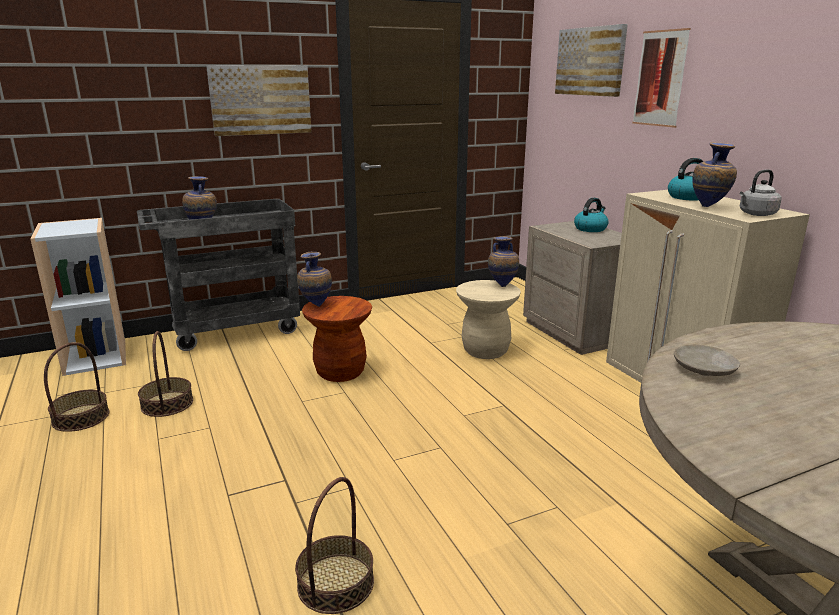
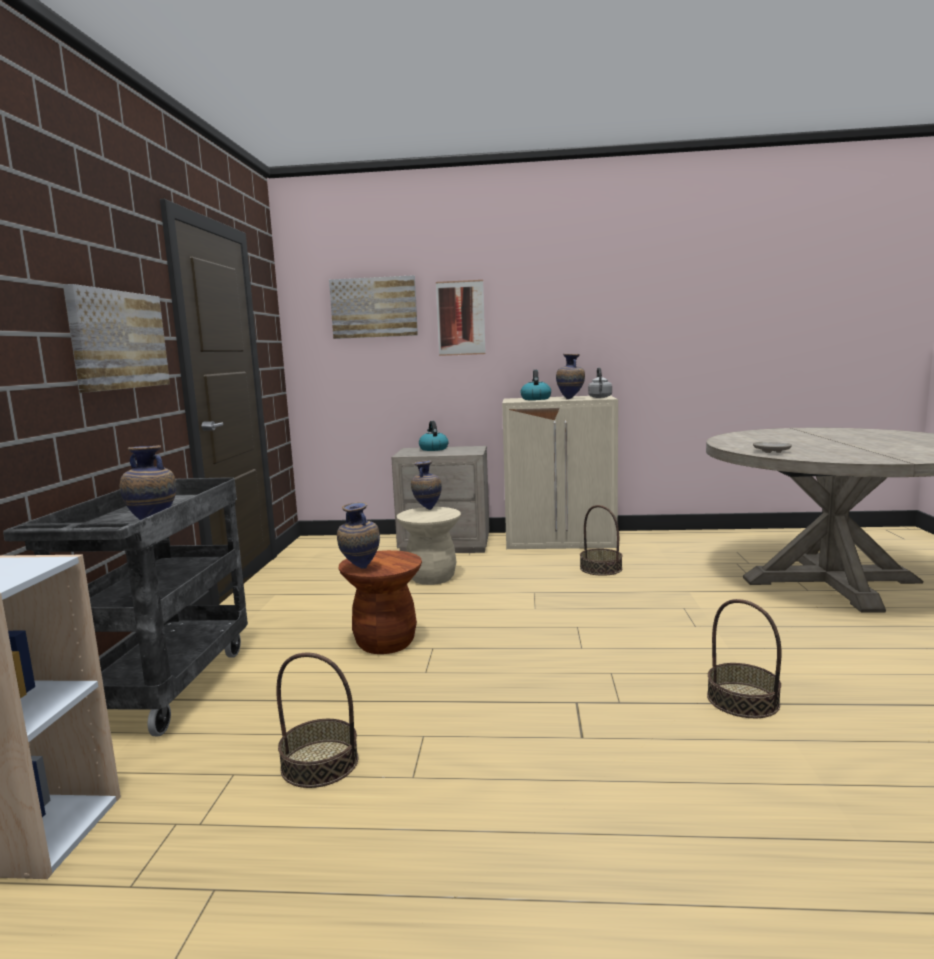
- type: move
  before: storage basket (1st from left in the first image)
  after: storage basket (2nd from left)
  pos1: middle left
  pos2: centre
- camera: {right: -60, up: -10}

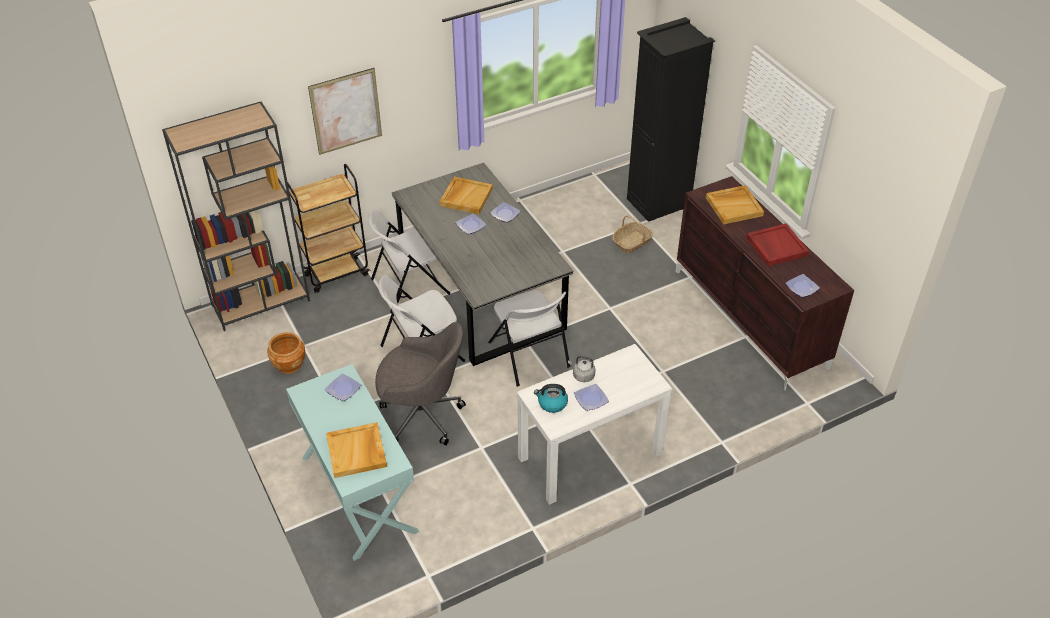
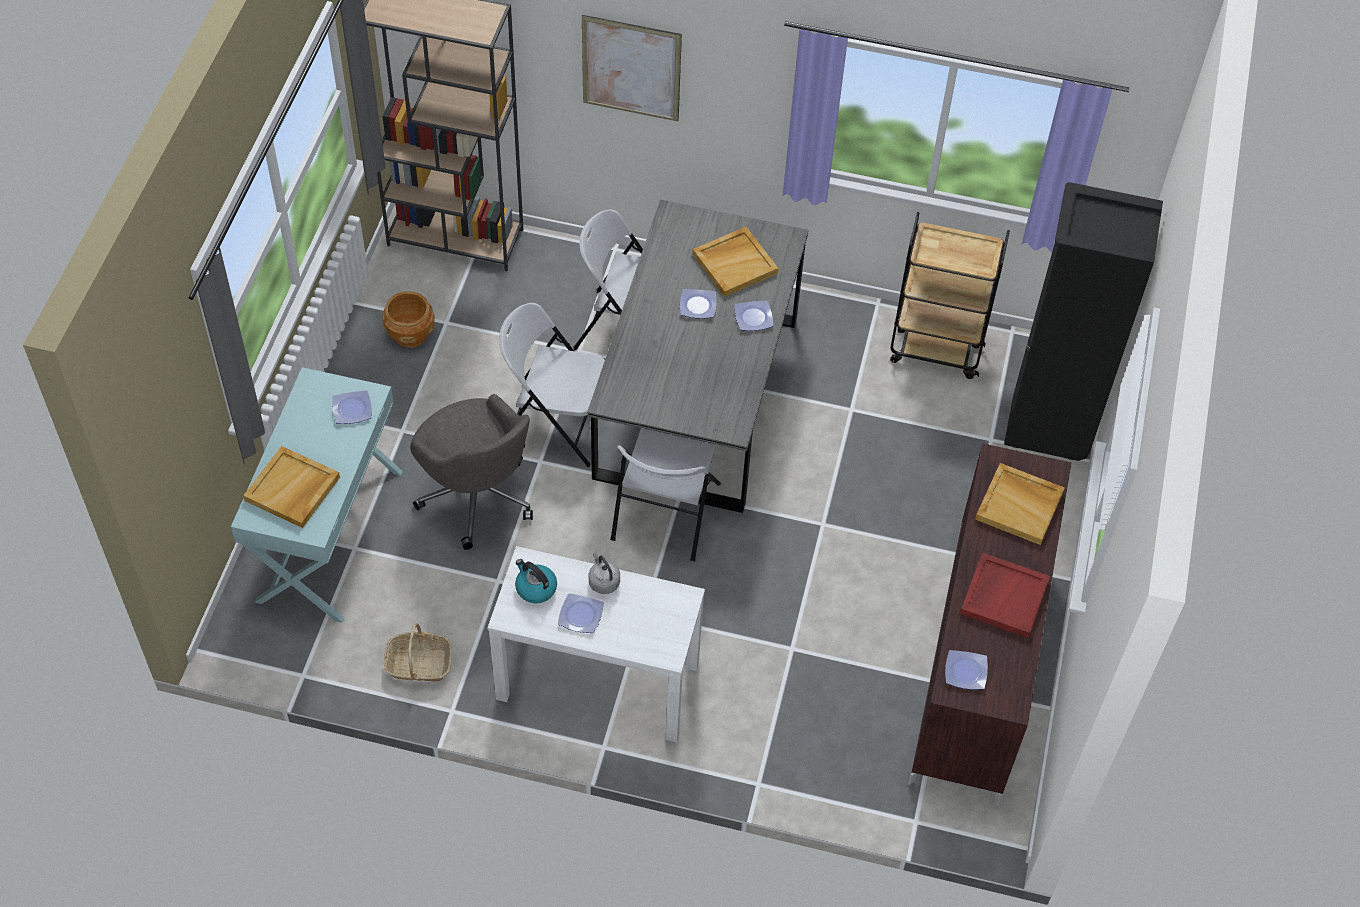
- type: move
  before: wheeled cart (brown-coloured)
  pos1: middle left
  pos2: top right
- type: move
  before: storage basket
  pos1: centre
  pos2: bottom left
- camera: {right: 40, up: 10}

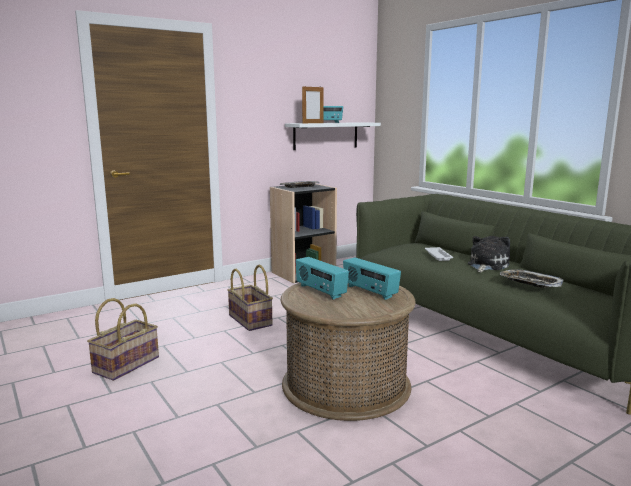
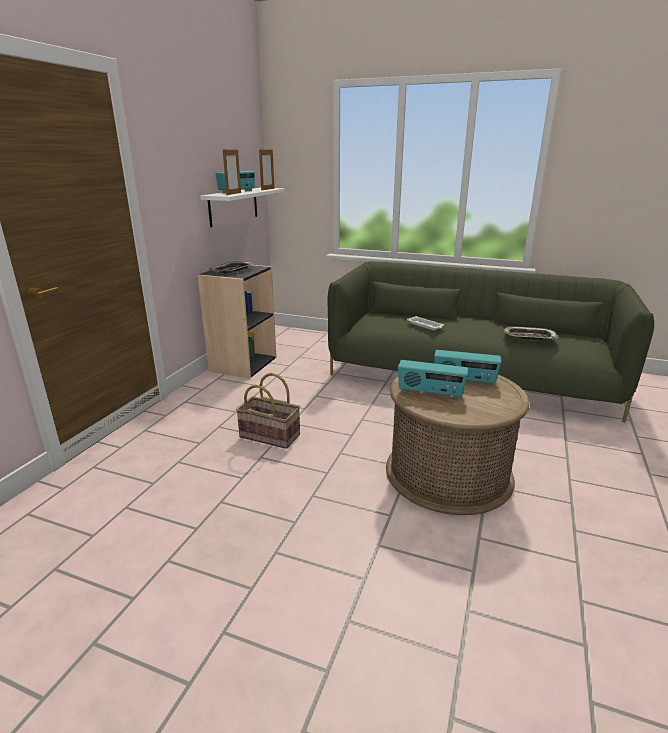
- type: delete
  before: plush toy
  pos1: middle right
- type: delete
  before: storage basket (1st from left)
  pos1: bottom left
- type: insert
  after: picture frame (2nd from left)
  pos2: top centre
- camera: {right: -35, up: 10}

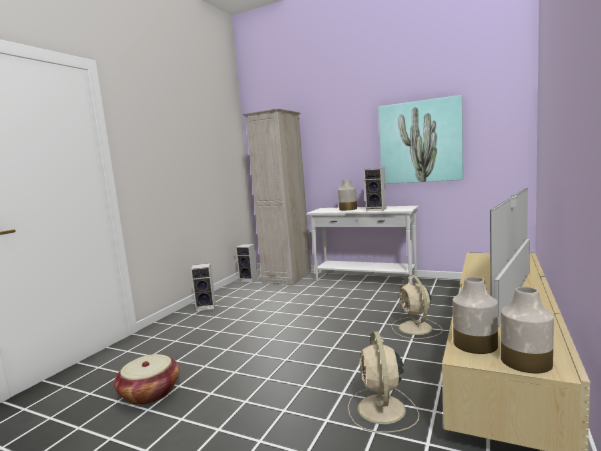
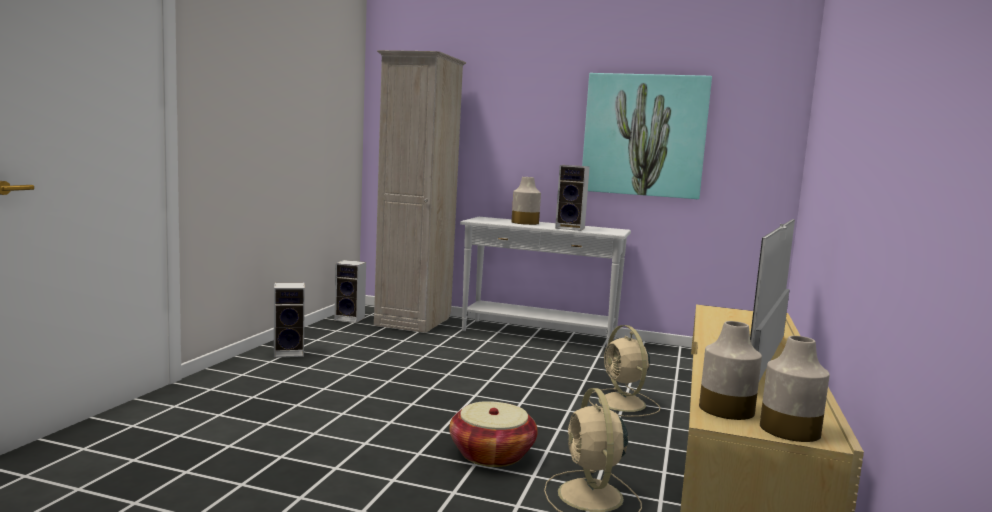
- type: move
  before: storage basket
  pos1: bottom left
  pos2: bottom centre
- camera: {right: -10, up: 0}

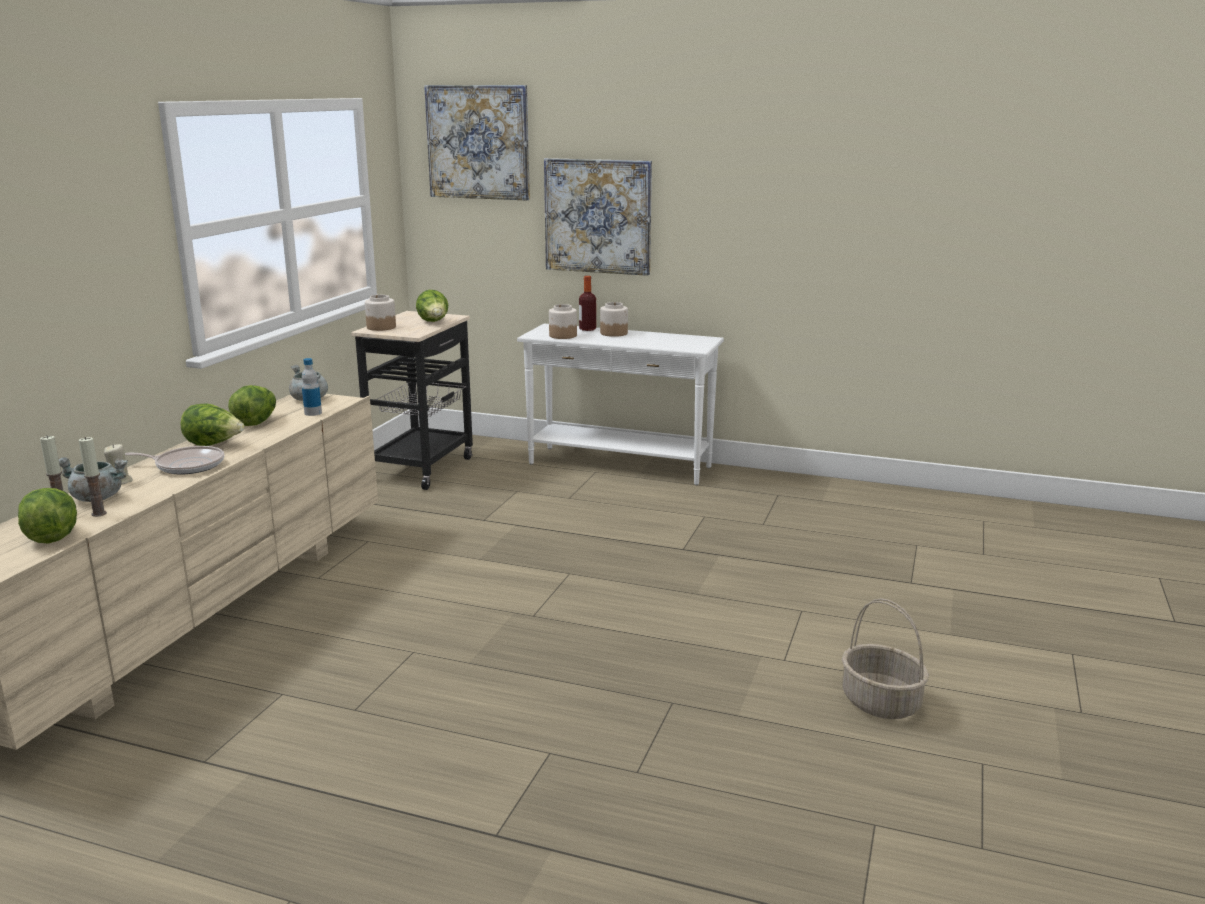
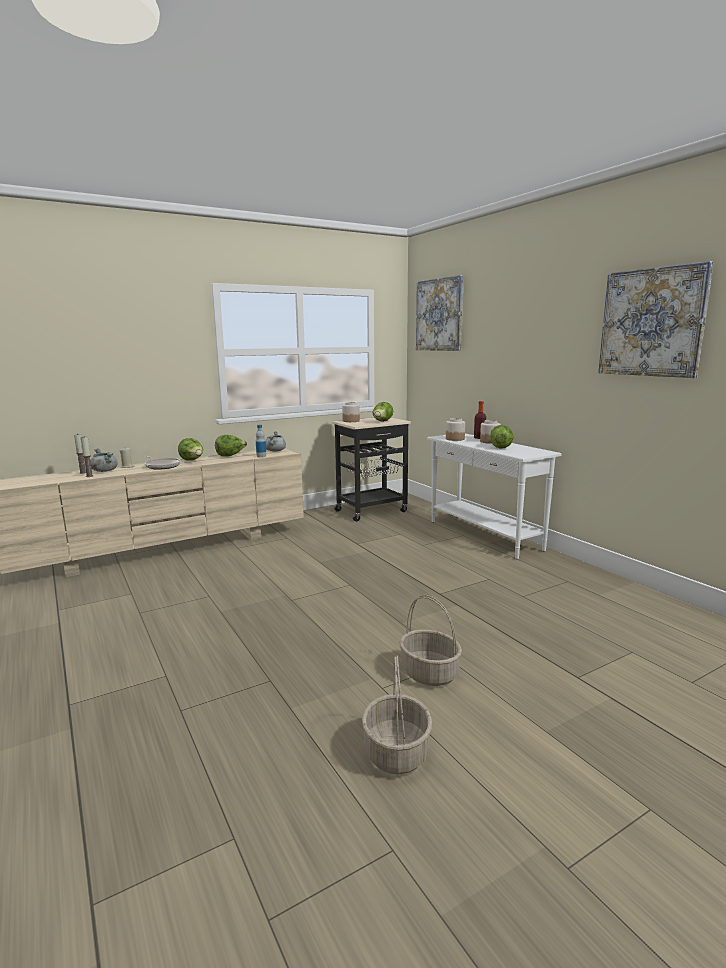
- type: move
  before: wall art (2nd from left)
  pos1: top centre
  pos2: top right
- type: move
  before: lettuce head (1st from left in the first image)
  after: lettuce head (4th from left)
  pos1: middle left
  pos2: middle right
- type: insert
  after: storage basket (2nd from left)
  pos2: centre
- camera: {right: 40, up: -5}

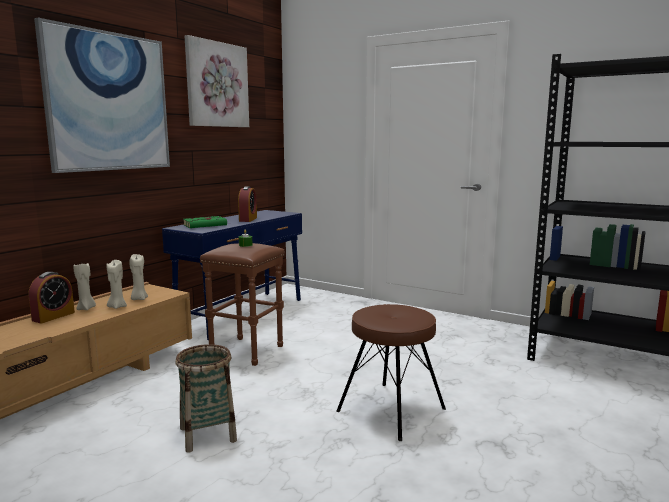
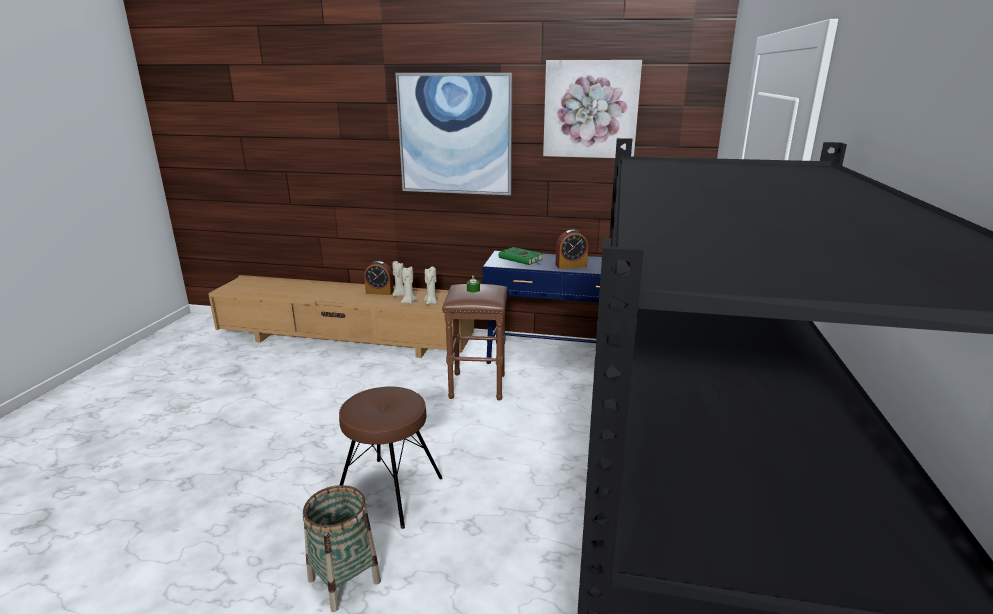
- type: move
  before: storage basket
  pos1: bottom left
  pos2: bottom centre
- camera: {right: 70, up: 10}

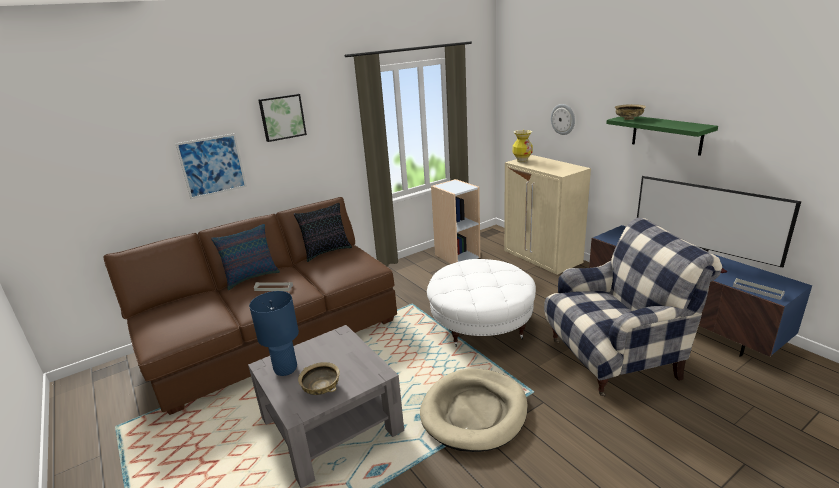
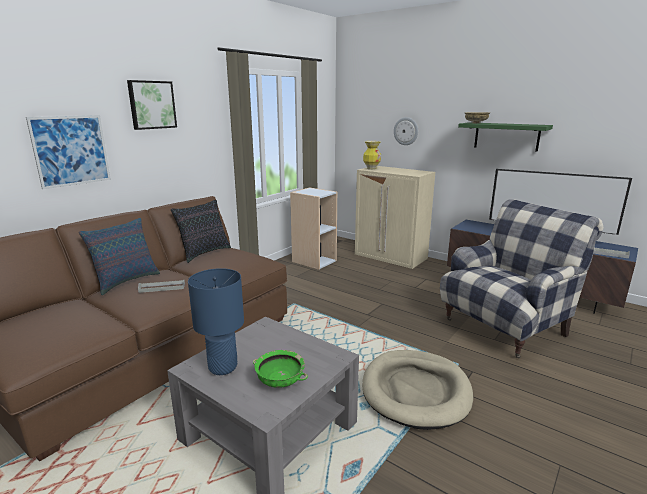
- type: delete
  before: ottoman (white)
  pos1: centre
- type: recolor
  before: deep dish (sand-coloured) (1st from left)
  after: deep dish (greenish)
  pos1: bottom centre
  pos2: bottom centre
- camera: {right: -20, up: -5}

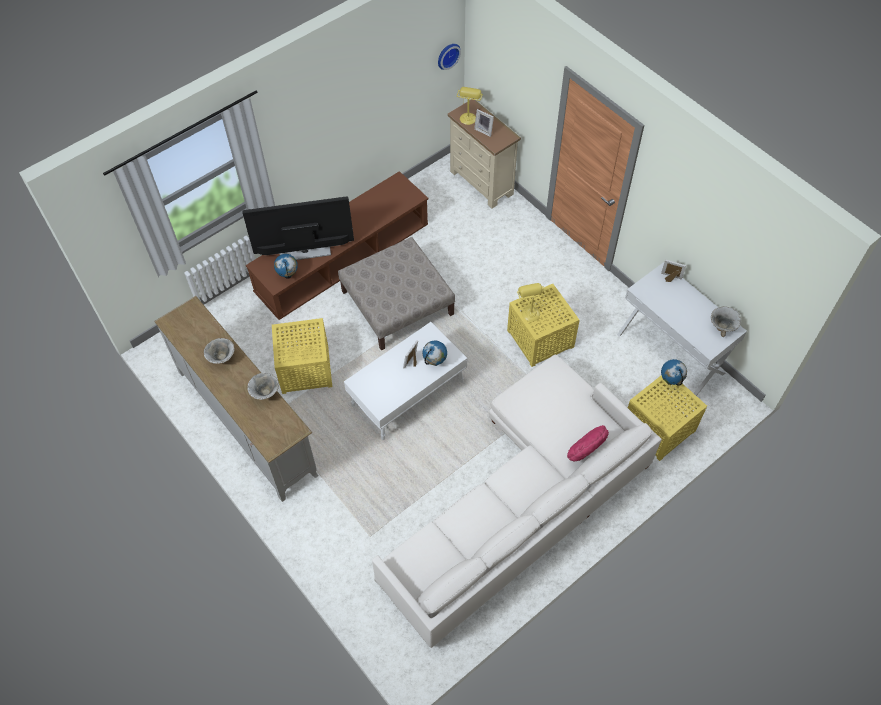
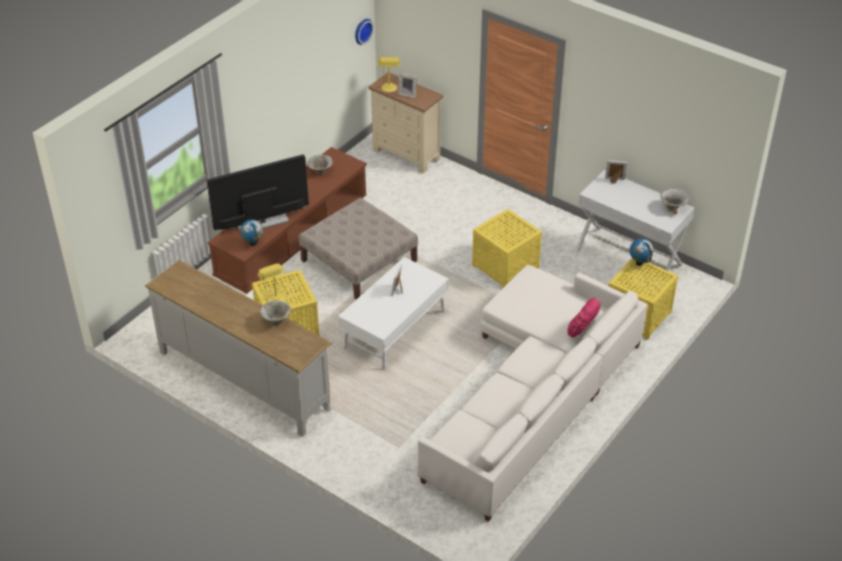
- type: move
  before: lamp for a table (yellow) (2nd from left in the first image)
  after: lamp for a table (yellow) (1st from left)
  pos1: centre
  pos2: middle left
- type: move
  before: deep dish (1st from left in the first image)
  after: deep dish (2nd from left)
  pos1: middle left
  pos2: top centre
- type: delete
  before: desk globe (2nd from left)
  pos1: centre
- camera: {right: -15, up: -15}

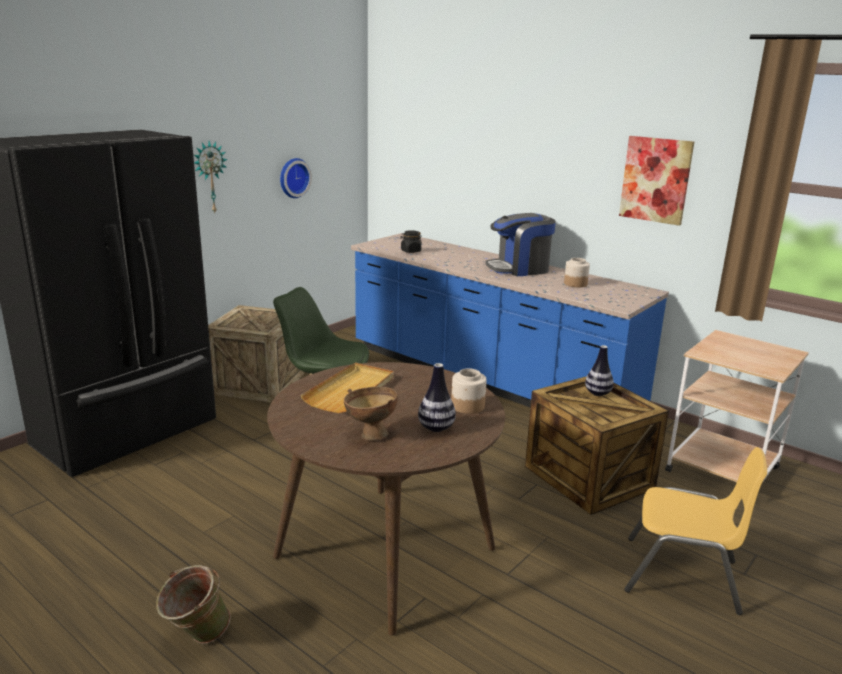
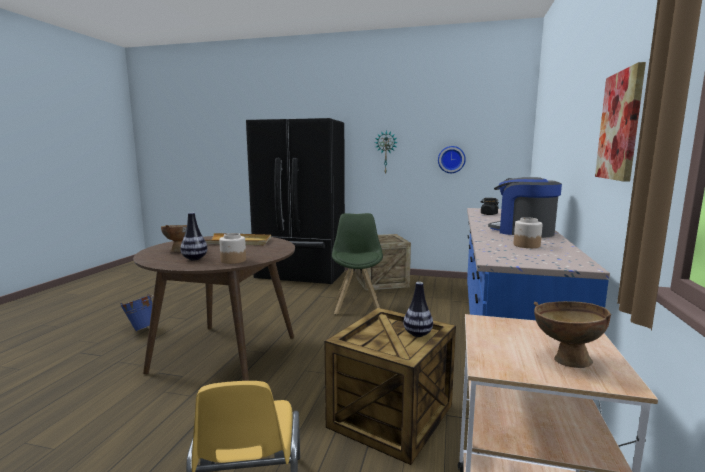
- type: recolor
  before: bucket (greenish)
  after: bucket (blue)
  pos1: bottom left
  pos2: middle left
- type: insert
  after: deep dish (brown-coloured) (2nd from left)
  pos2: bottom right
- camera: {right: 65, up: -10}

